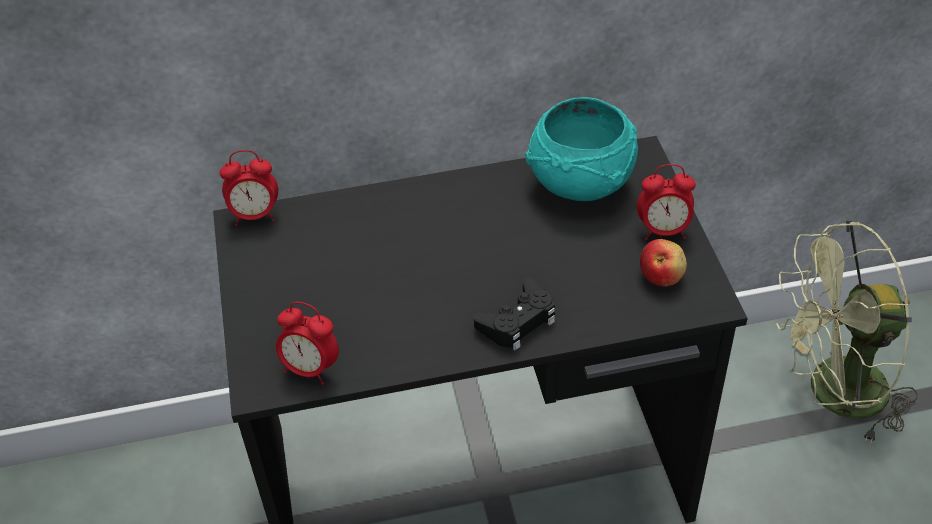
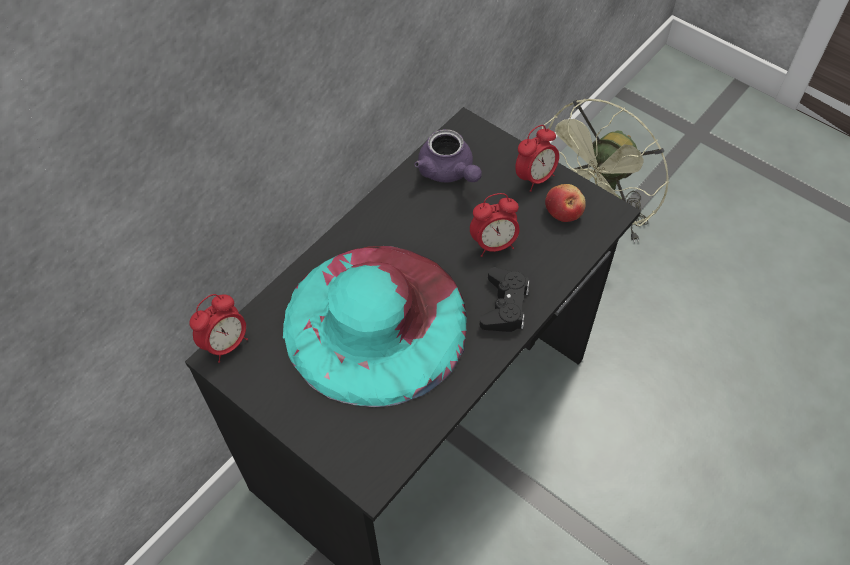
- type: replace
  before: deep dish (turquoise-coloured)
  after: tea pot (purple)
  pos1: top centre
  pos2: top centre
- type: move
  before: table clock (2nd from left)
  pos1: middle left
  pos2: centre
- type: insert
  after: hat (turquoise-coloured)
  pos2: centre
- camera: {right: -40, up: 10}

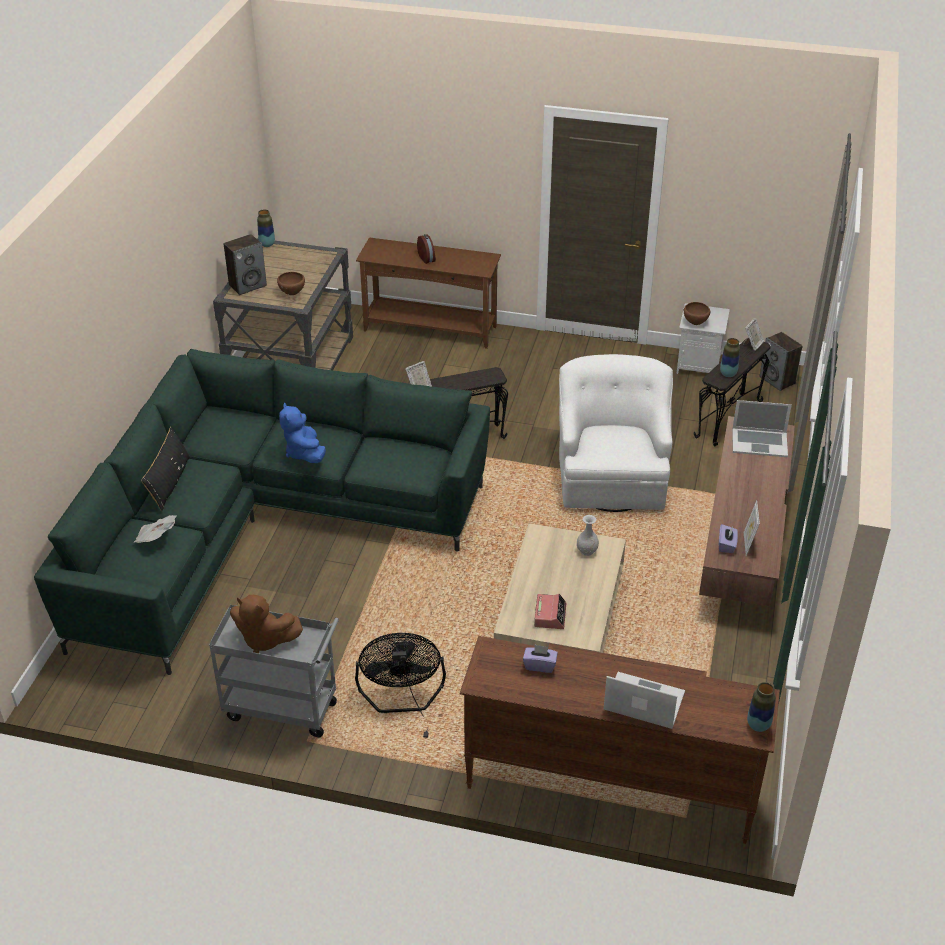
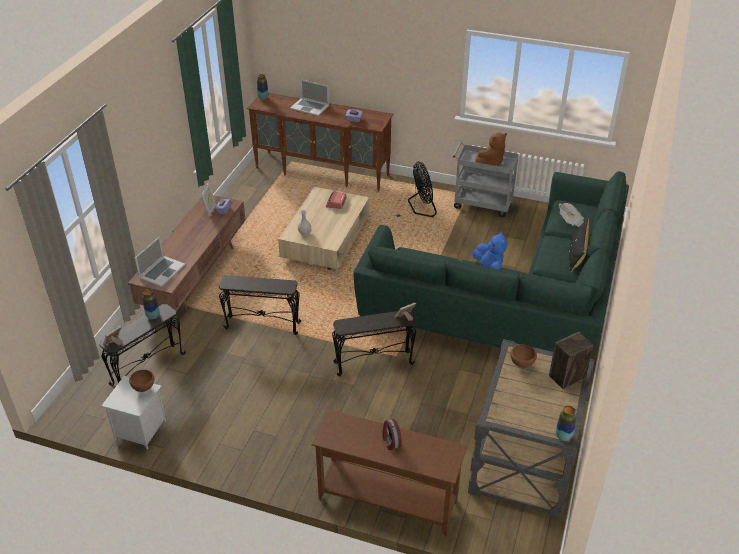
- type: delete
  before: audio speaker (2nd from left)
  pos1: middle right
- type: replace
  before: lounge chair (white)
  after: side table (black-coloured) (2nd from left)
  pos1: centre
  pos2: centre
- type: rotate
  before: notebook computer (2nd from left in the first image)
  pos1: middle right
  pos2: middle left
  turn: 105
- type: rotate
  before: plush toy (brown-coloured)
  pos1: middle left
  pos2: top centre
  turn: 120
- type: rotate
  before: electric fan (black-coloured)
  pos1: bottom centre
  pos2: centre
  turn: -105
- camera: {right: -175, up: 0}

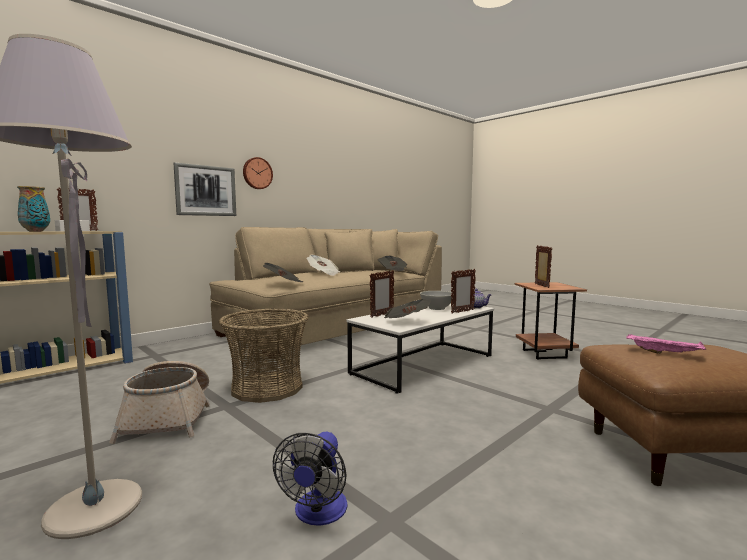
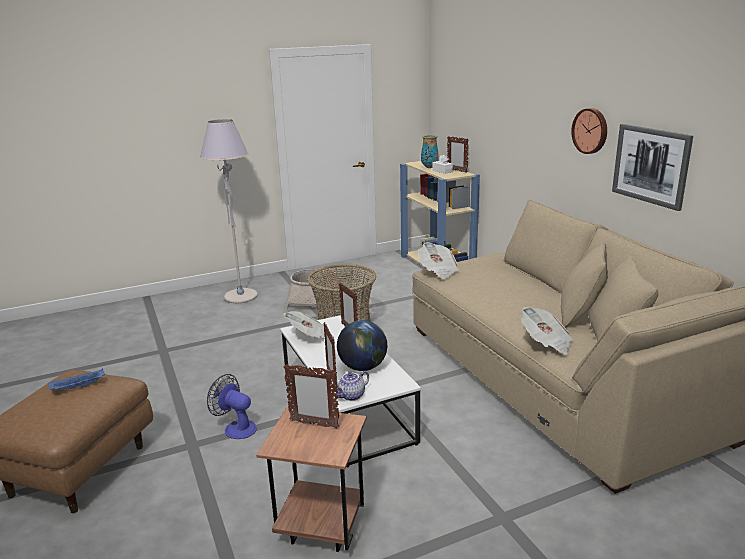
- type: move
  before: wall art
  pos1: middle left
  pos2: top right
- type: delete
  before: newspaper (2nd from left)
  pos1: centre
- type: replace
  before: deep dish (white)
  after: desk globe
  pos1: centre
  pos2: centre
- type: recolor
  before: tray (pink)
  after: tray (blue)
  pos1: middle right
  pos2: bottom left
- type: move
  before: electric fan
  pos1: bottom centre
  pos2: bottom left
- camera: {right: 110, up: 15}

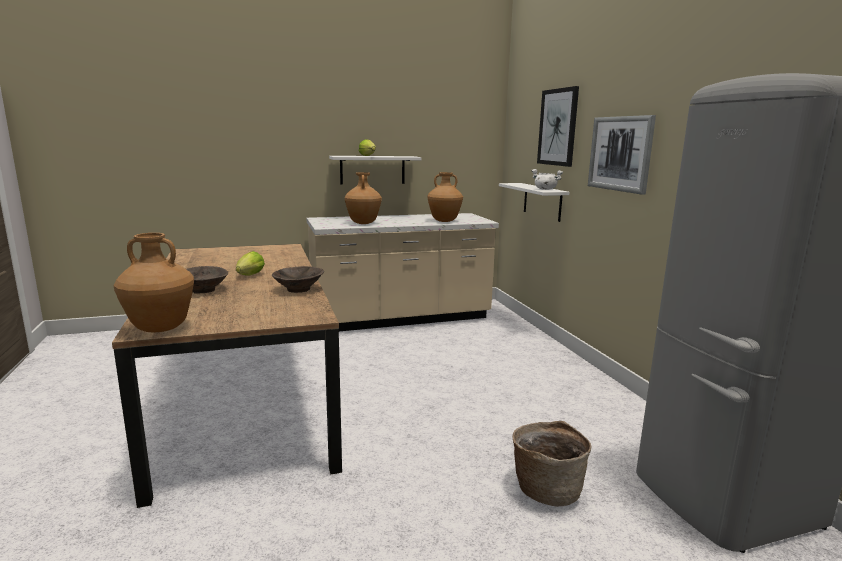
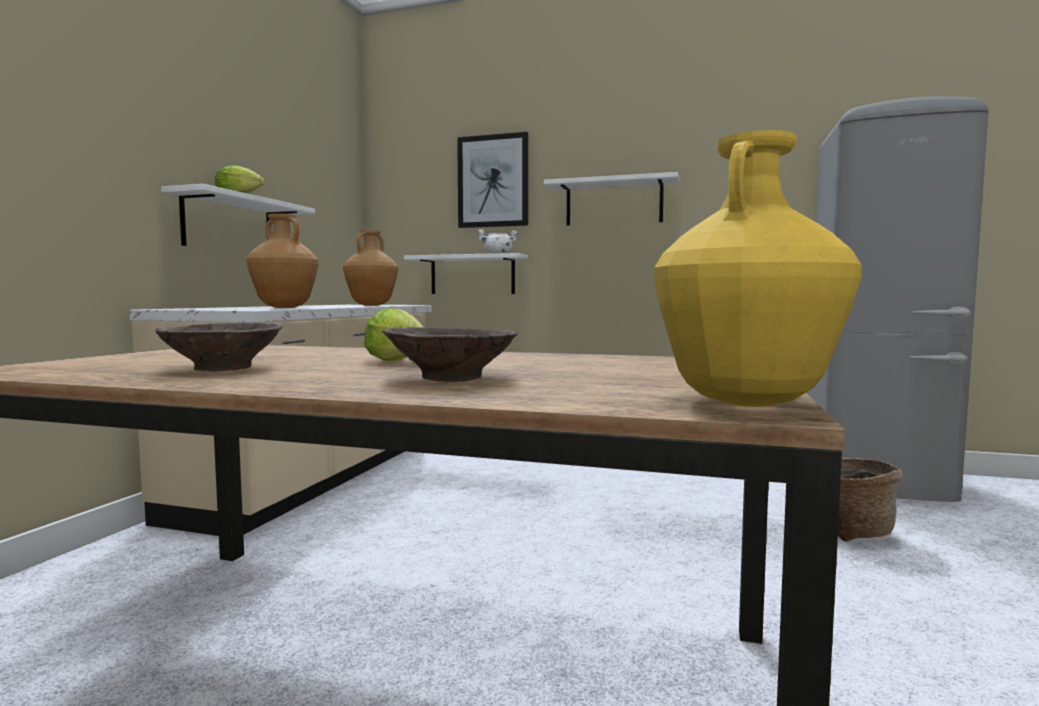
- type: replace
  before: wall art (2nd from left)
  after: shelf (white) (3rd from left)
  pos1: top right
  pos2: top centre
- type: recolor
  before: vase (brown-coloured) (1st from left)
  after: vase (yellow)
  pos1: middle left
  pos2: middle right
- type: move
  before: deep dish (brown-coloured) (2nd from left in the first image)
  after: deep dish (brown-coloured) (1st from left)
  pos1: centre
  pos2: middle left
- camera: {right: -55, up: -10}

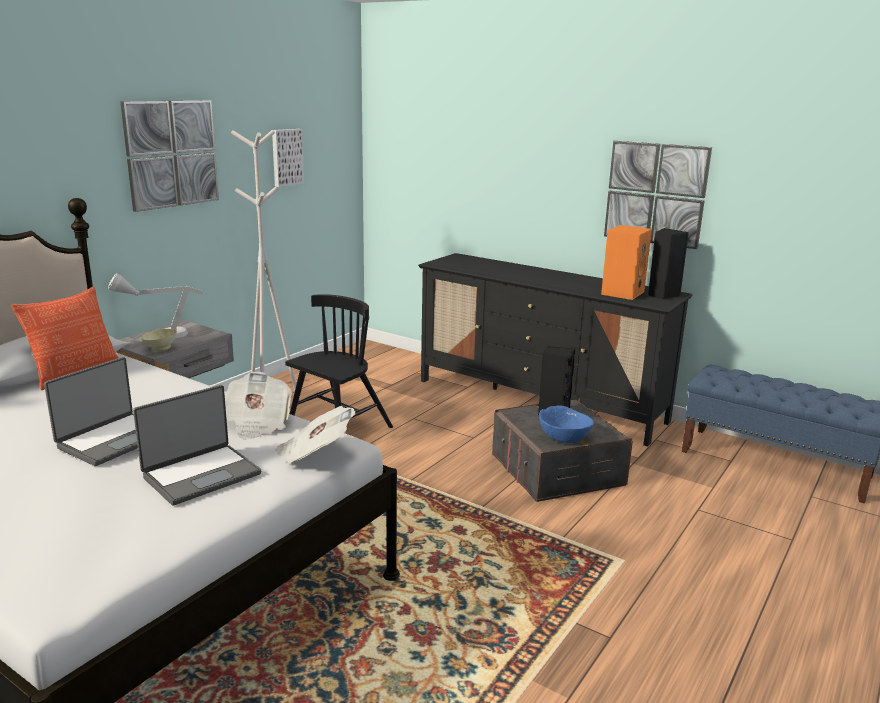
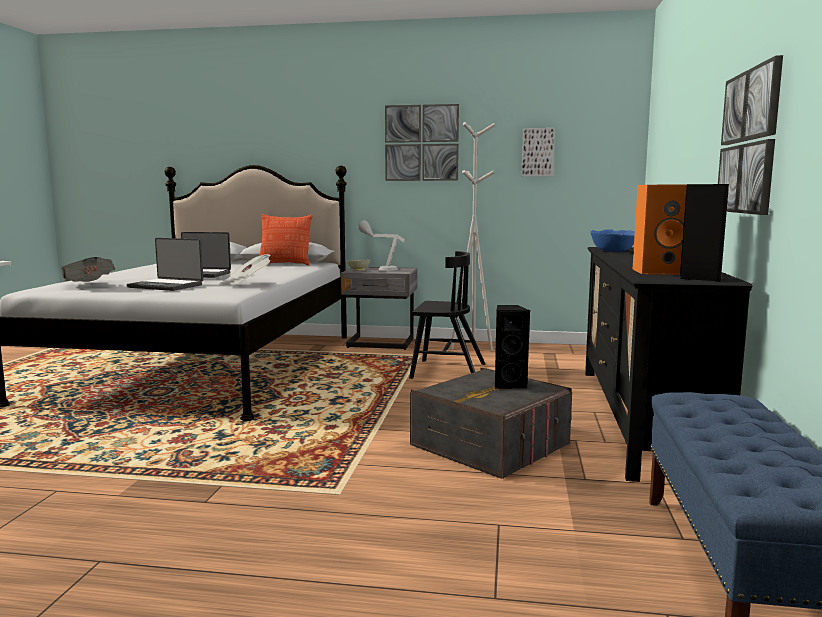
- type: move
  before: deep dish (blue)
  pos1: centre
  pos2: middle right
- type: move
  before: newspaper (2nd from left in the first image)
  after: newspaper (1st from left)
  pos1: centre
  pos2: middle left
- camera: {right: 65, up: -10}

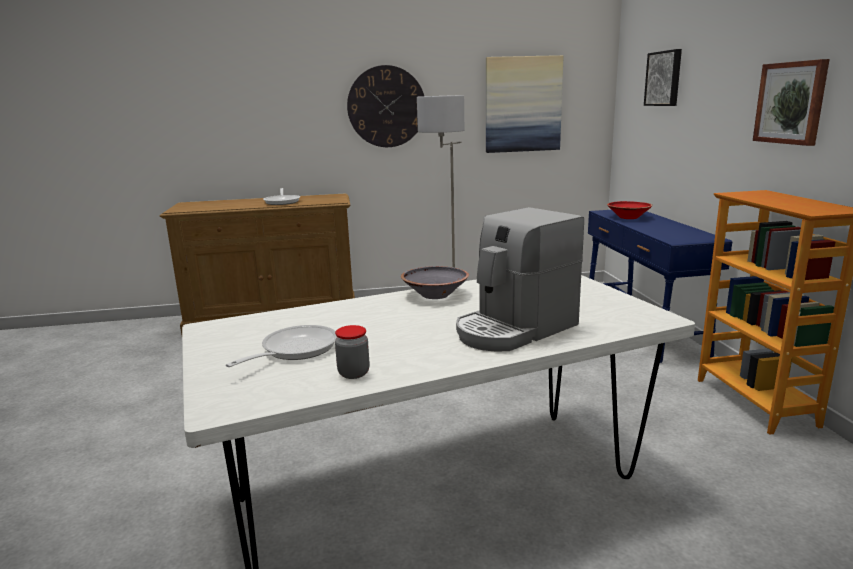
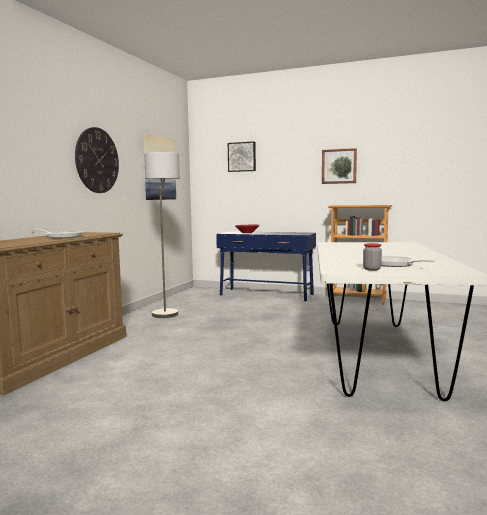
- type: delete
  before: coffee brewer
  pos1: centre
- type: delete
  before: deep dish (grey)
  pos1: centre
- type: move
  before: jar
  pos1: centre
  pos2: middle right
- camera: {right: -60, up: -10}

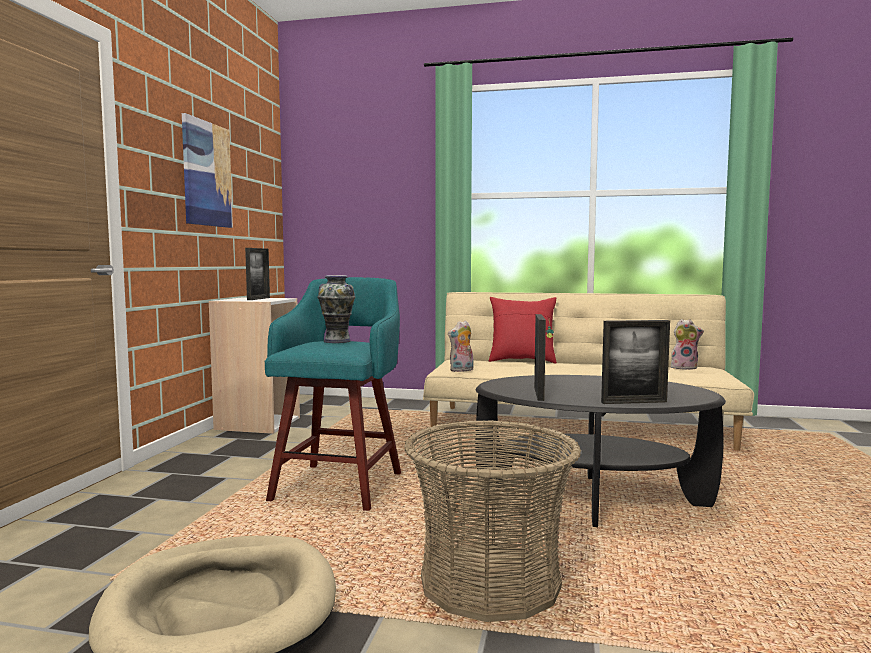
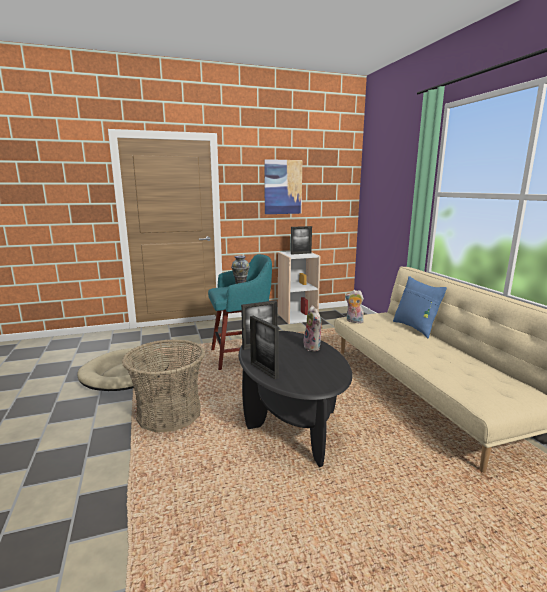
- type: recolor
  before: throw pillow (red-coloured)
  after: throw pillow (blue)
  pos1: centre
  pos2: middle right
- type: move
  before: plush toy (2nd from left in the first image)
  after: plush toy (1st from left)
  pos1: middle right
  pos2: centre
- camera: {right: 60, up: 10}

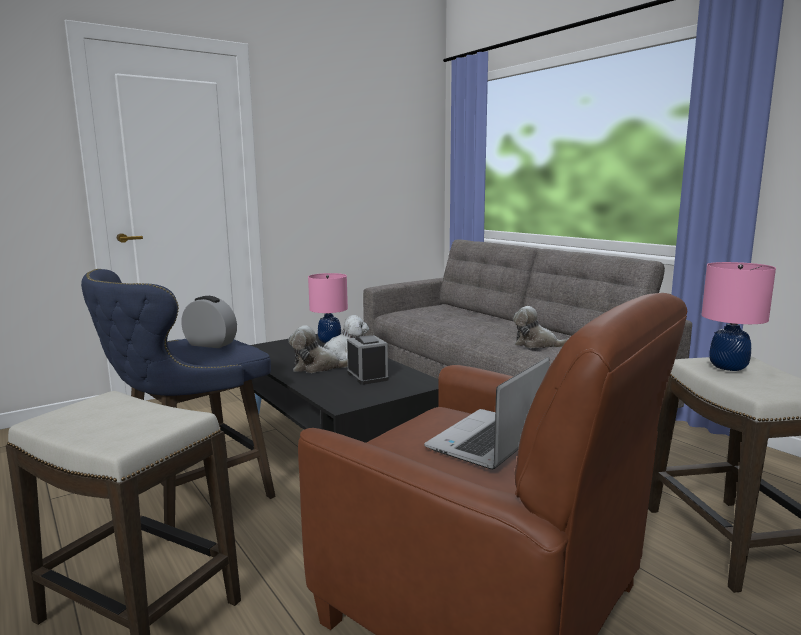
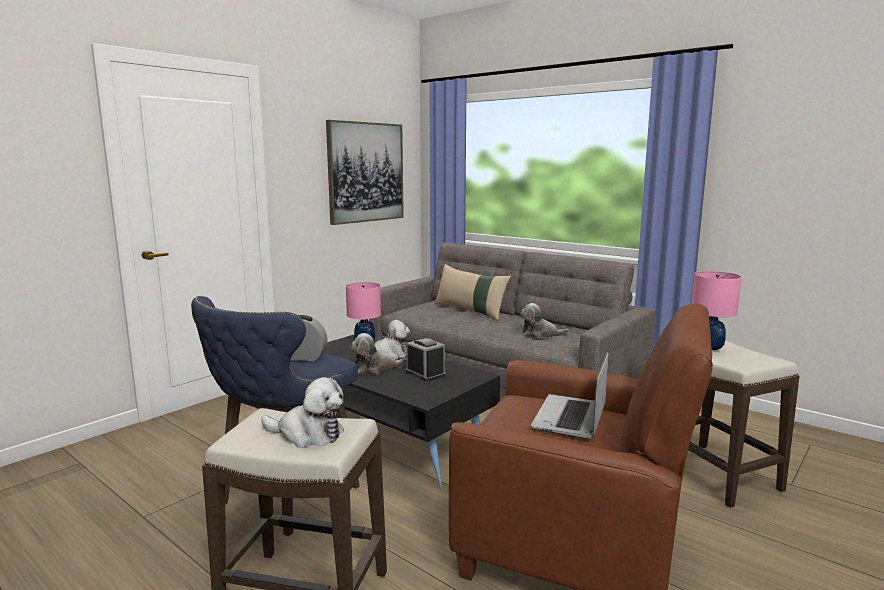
- type: insert
  after: wall art
  pos2: top centre
- type: insert
  after: throw pillow (sand-coloured)
  pos2: centre
- type: insert
  after: plush toy (1st from left)
  pos2: bottom centre
- camera: {right: -15, up: 0}

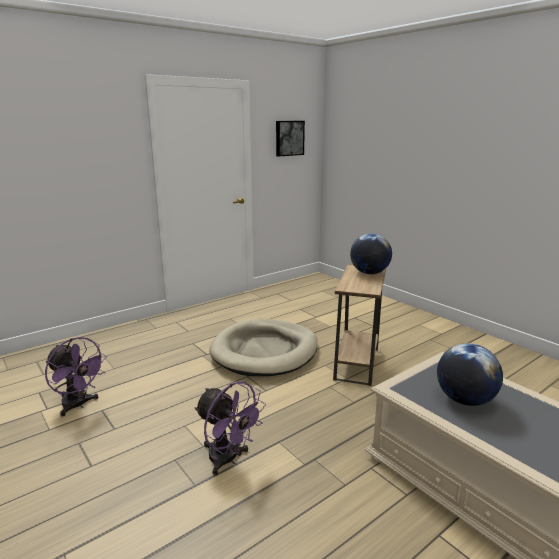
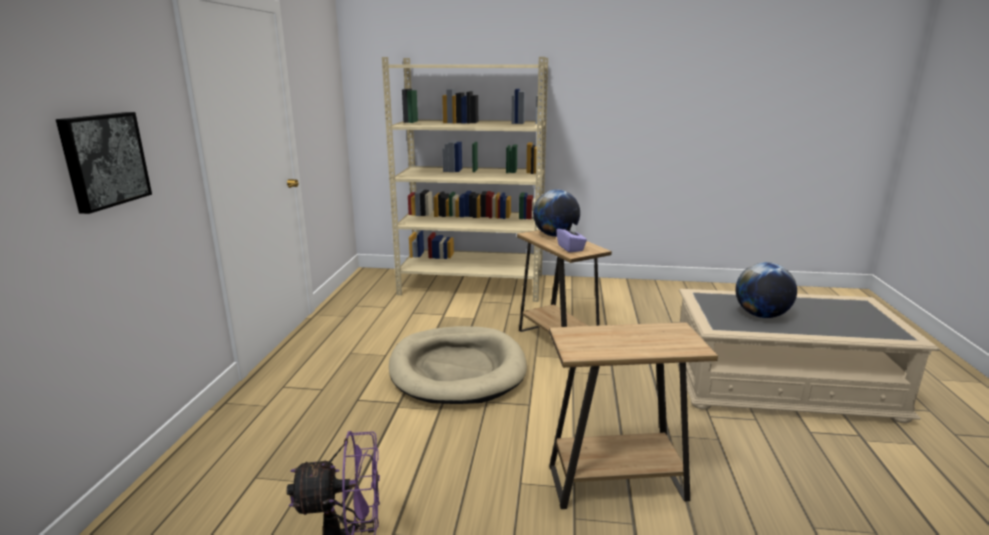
- type: move
  before: wall art
  pos1: top centre
  pos2: top left
- type: replace
  before: electric fan (purple) (2nd from left)
  after: side table (brown-coloured) (2nd from left)
  pos1: bottom centre
  pos2: bottom centre
- type: insert
  after: bookshelf (sand-coloured)
  pos2: centre
- type: insert
  after: tissue holder (purple)
  pos2: centre
- camera: {right: -45, up: 0}

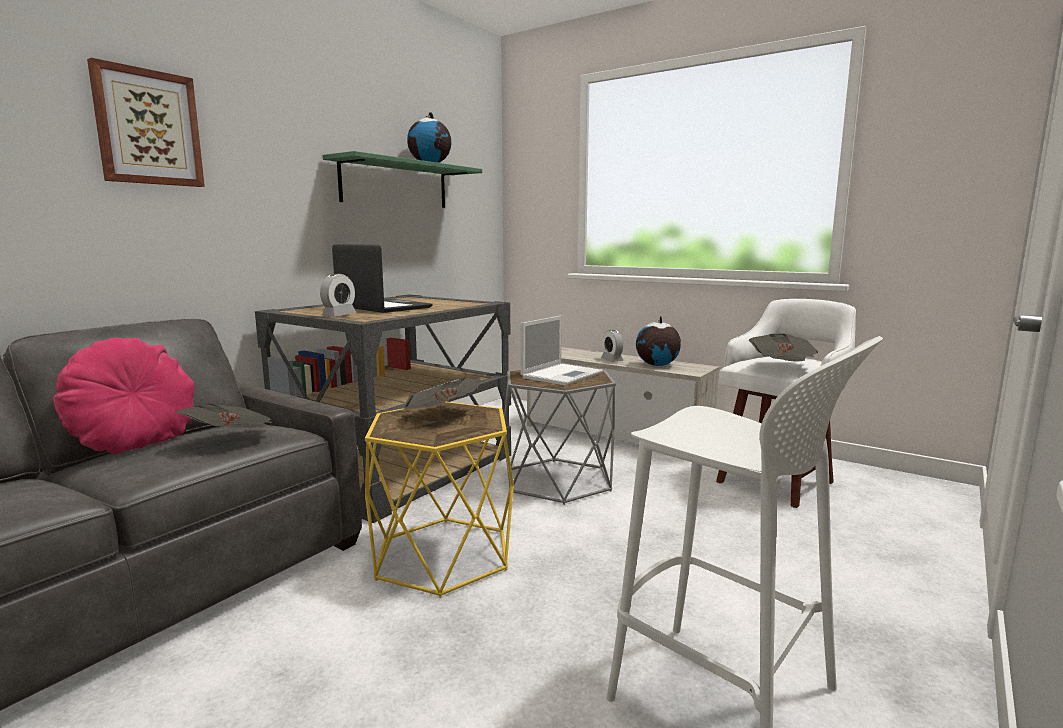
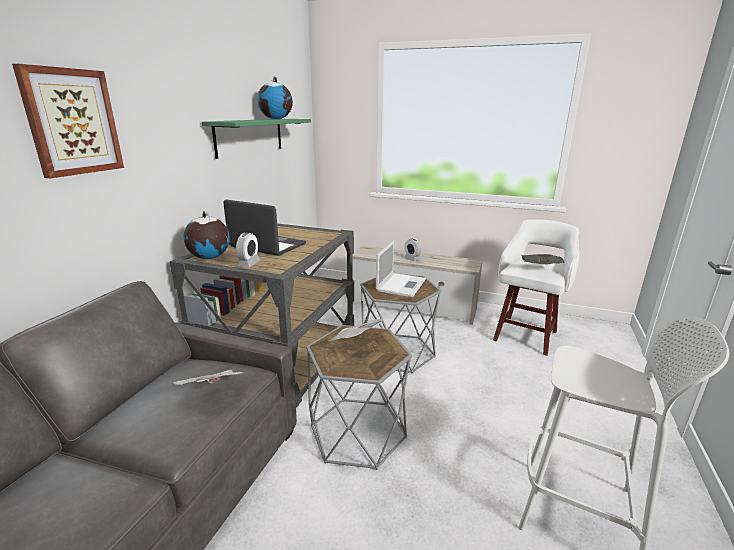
- type: move
  before: desk globe (2nd from left in the first image)
  after: desk globe (1st from left)
  pos1: centre
  pos2: middle left
- type: delete
  before: throw pillow (pink)
  pos1: middle left
- type: recolor
  before: side table (yellow)
  after: side table (grey) (1st from left)
  pos1: bottom centre
  pos2: bottom centre
- camera: {right: -15, up: 10}

